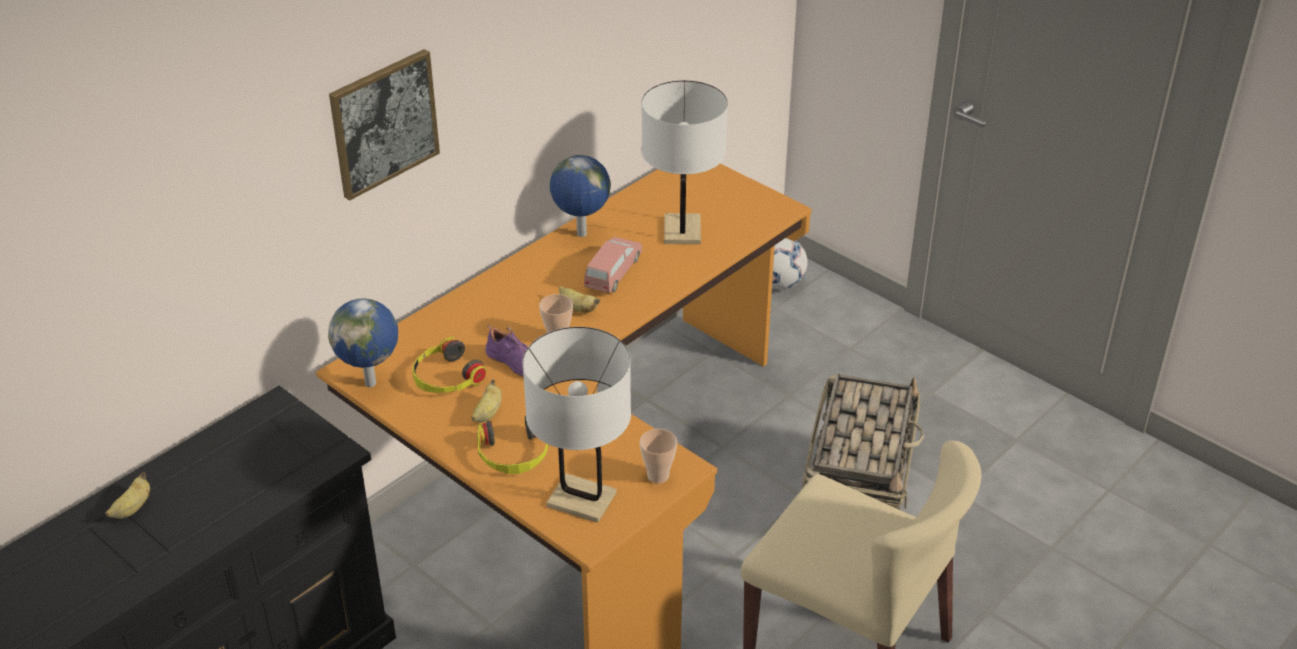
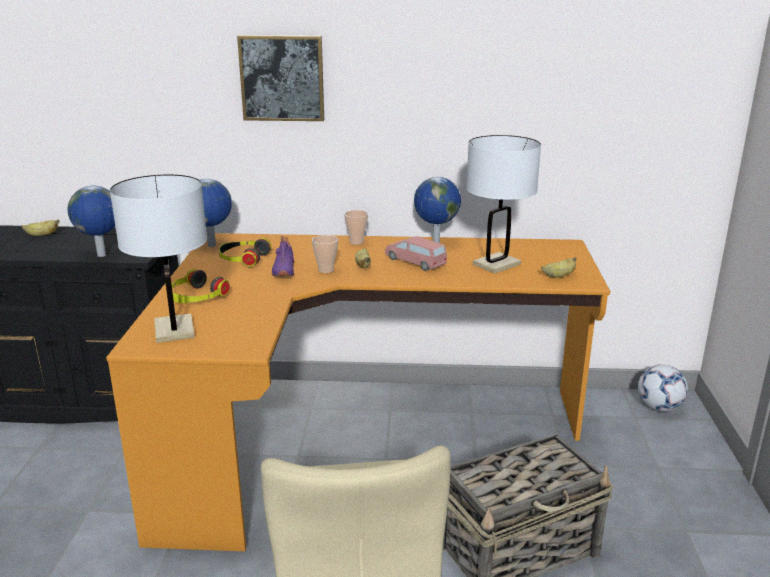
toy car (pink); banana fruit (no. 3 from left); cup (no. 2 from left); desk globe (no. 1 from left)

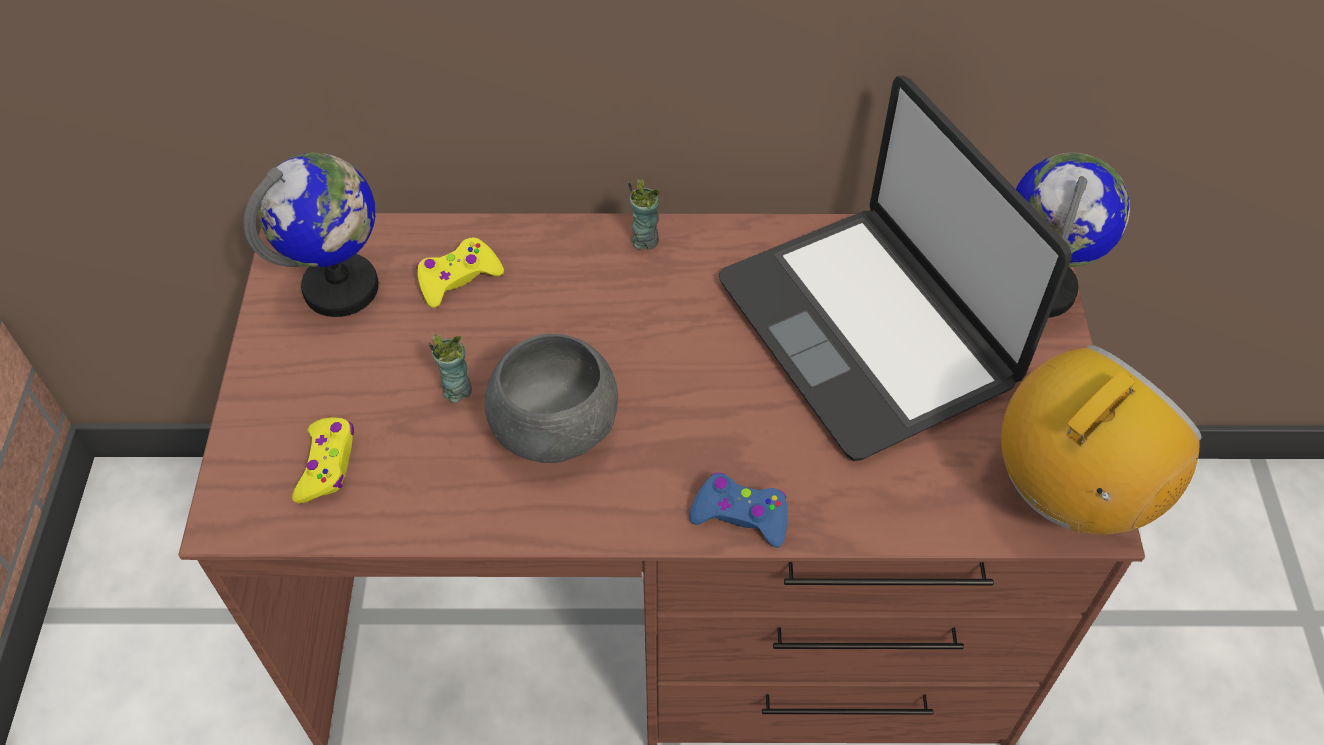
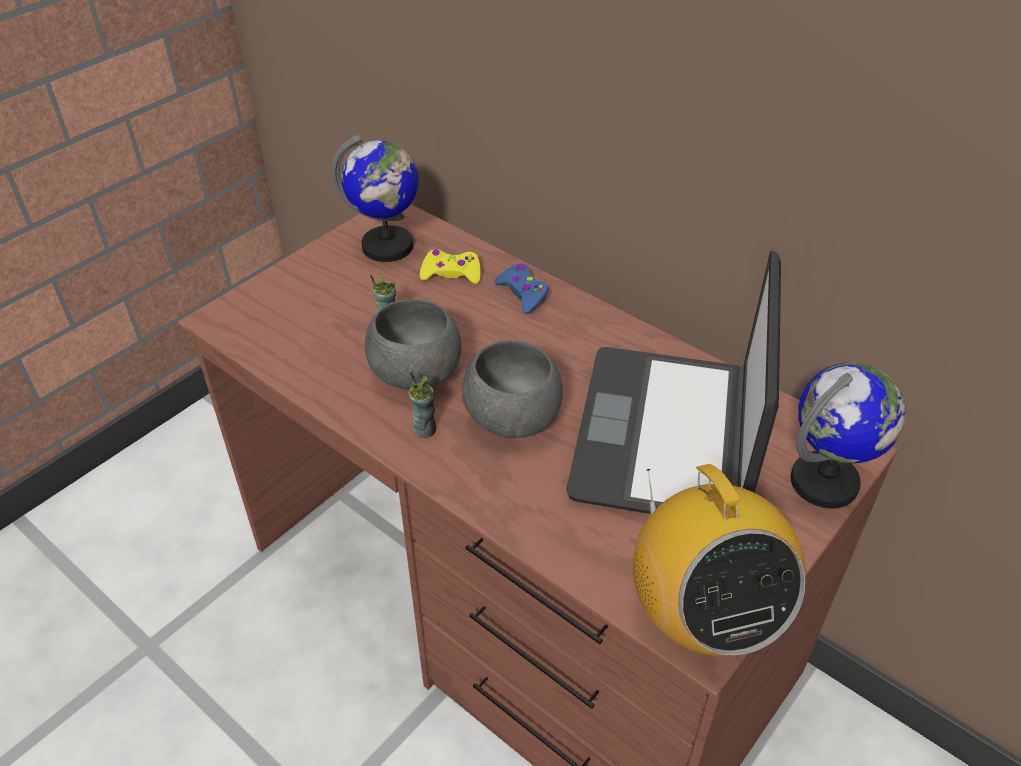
cup (no. 2 from left); radio set; gamepad (yellowish) (no. 1 from left in the first image); gamepad (bluish); bowl (grey) (no. 2 from left)

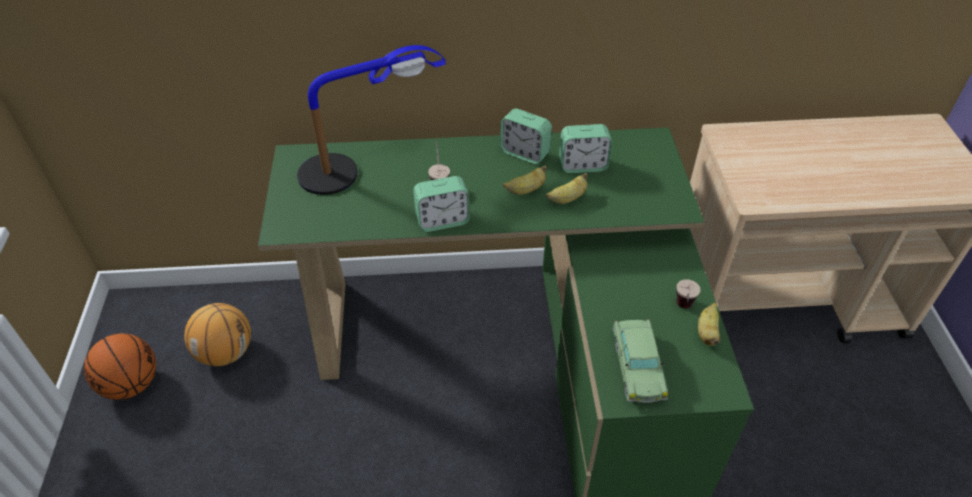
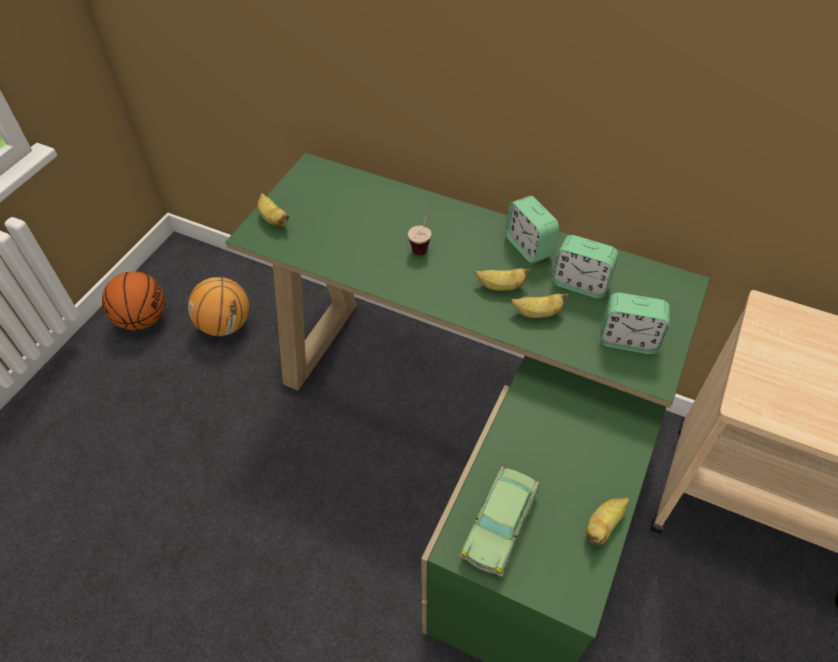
table lamp; bedside clock (no. 3 from left); cup (no. 2 from left in the first image); banana fruit (no. 1 from left)

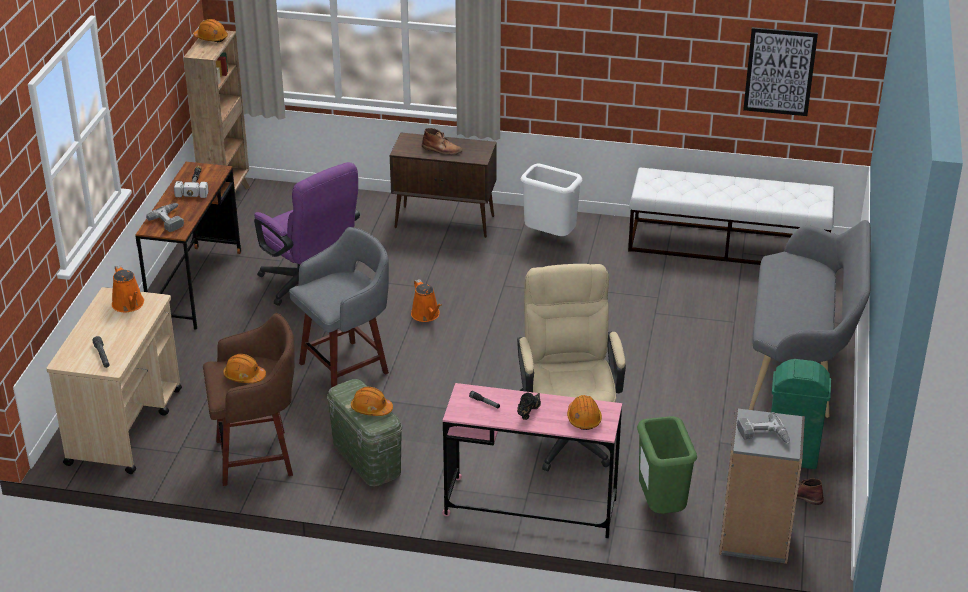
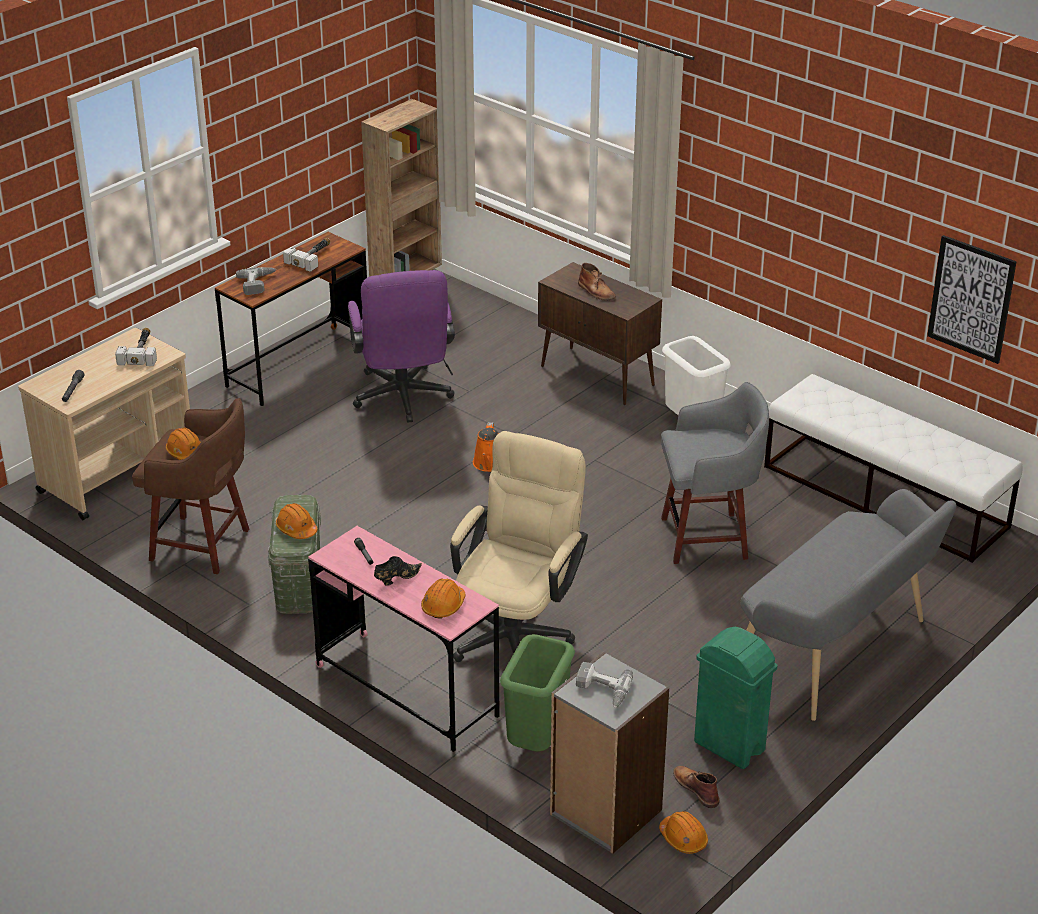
work helmet (orangey) (no. 4 from left); stool (grey); hammer (no. 1 from left)

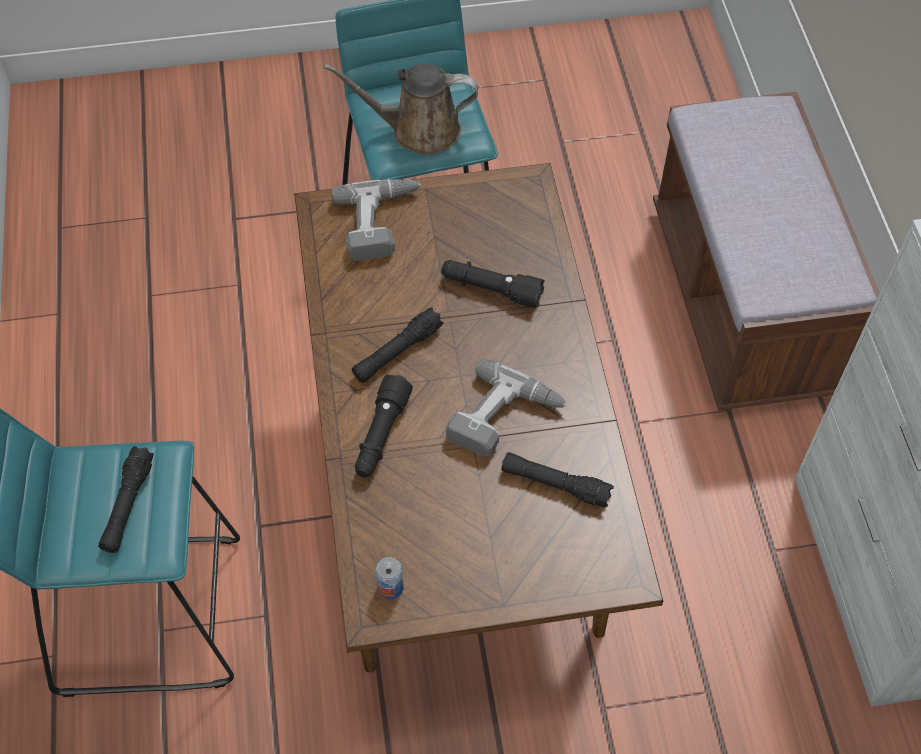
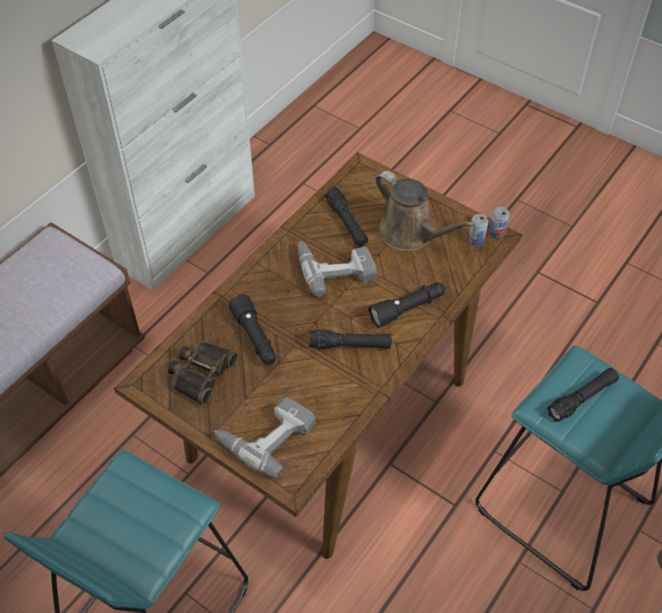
sprinkling can (brown-coloured); sealed can (no. 2 from left); field glasses

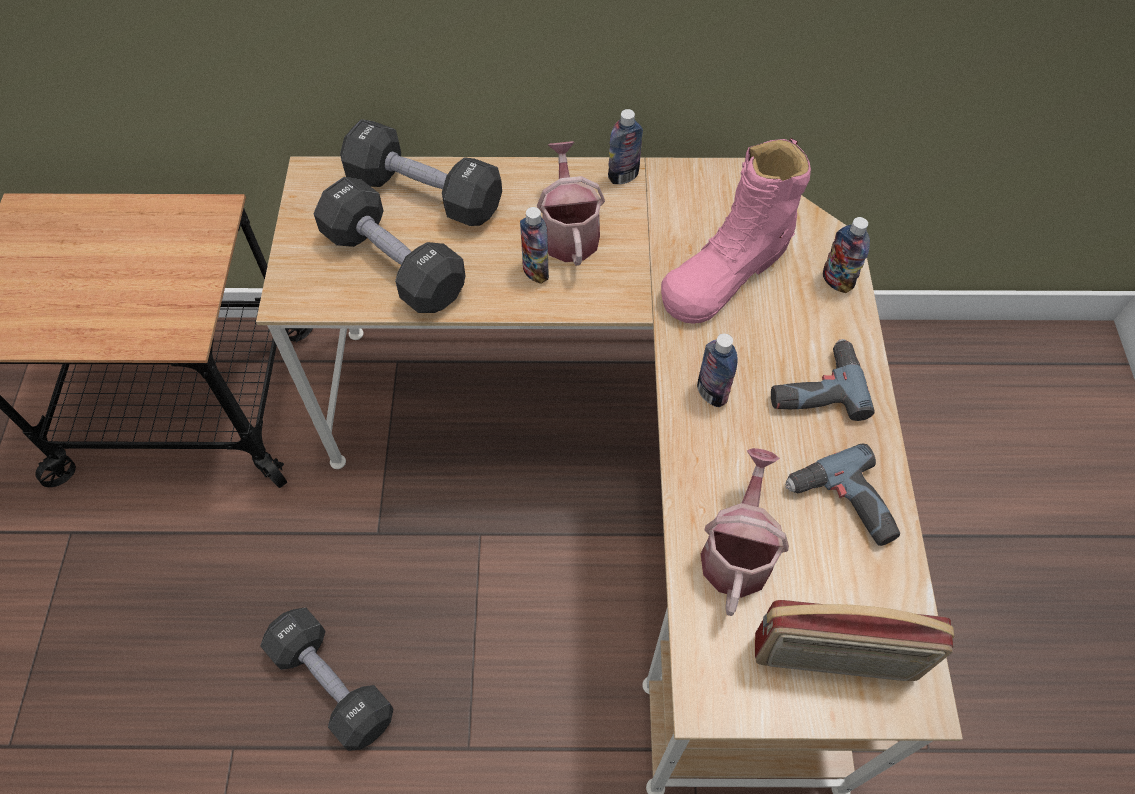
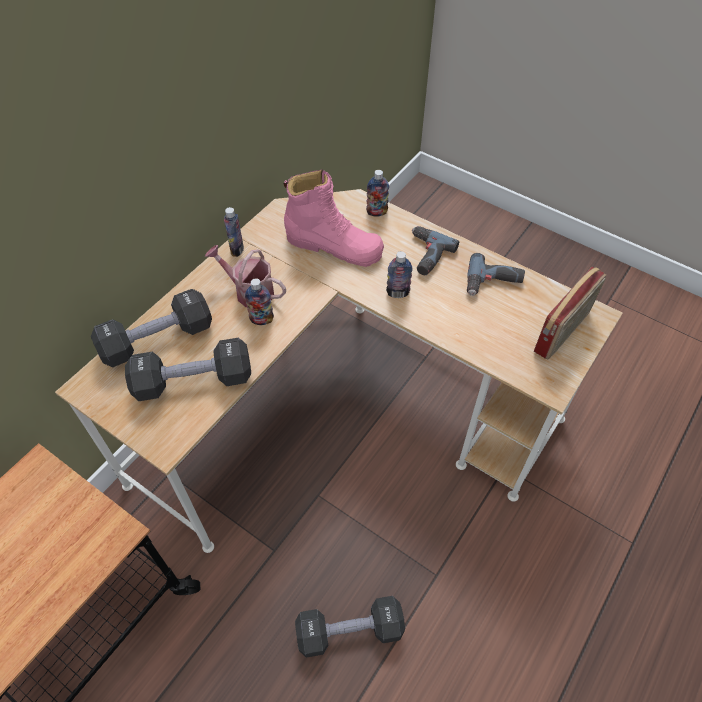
high-top boot (pink); sprinkling can (no. 2 from left in the first image)

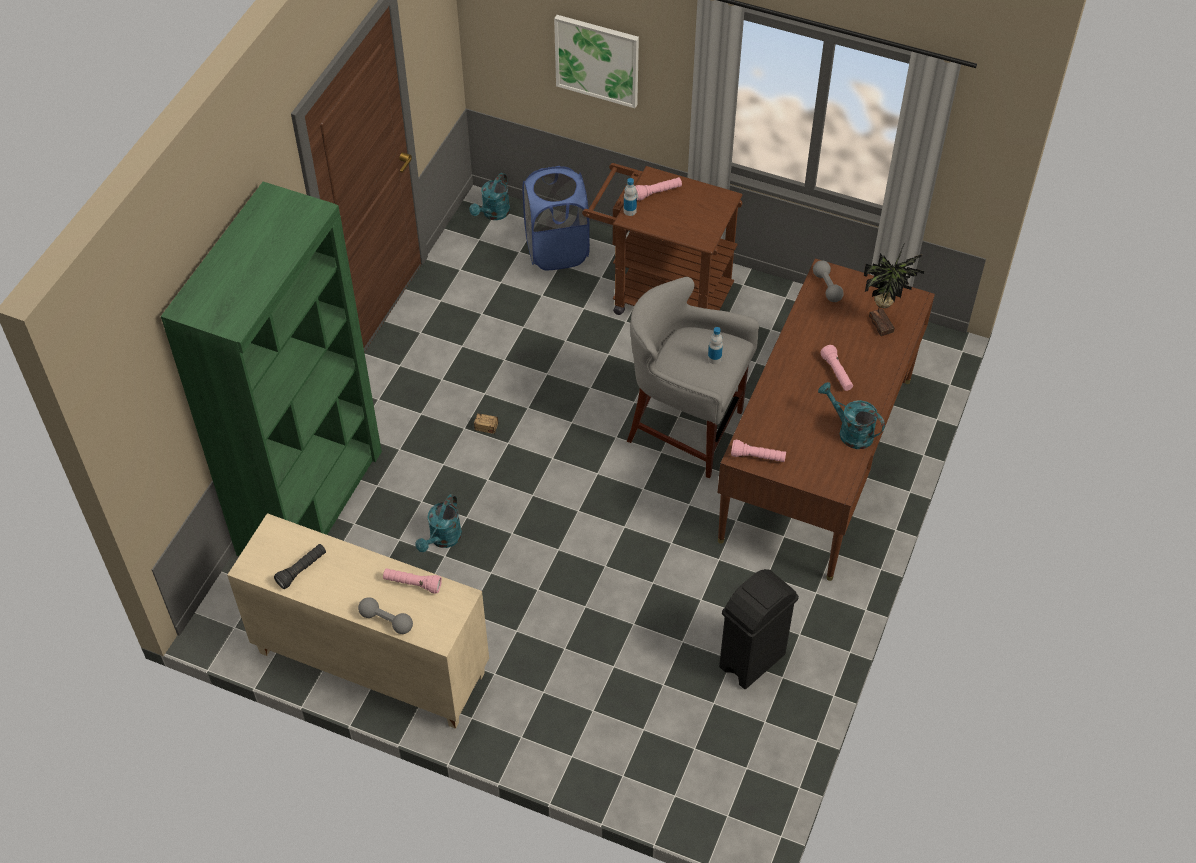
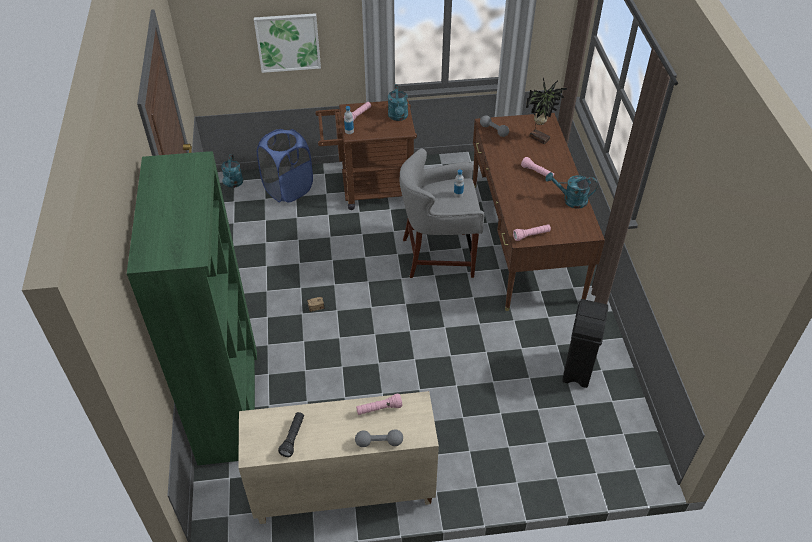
sprinkling can (turquoise) (no. 2 from left)

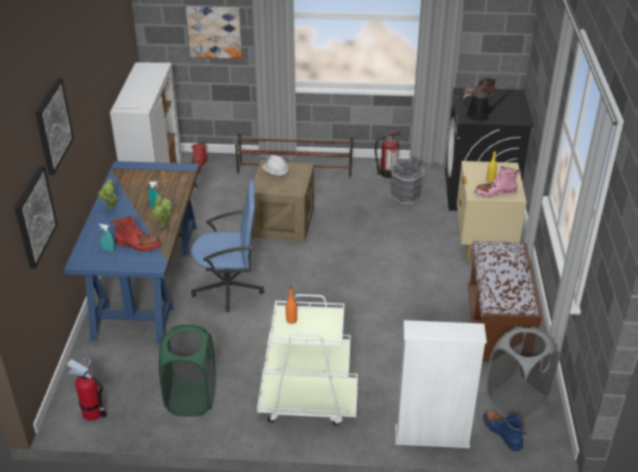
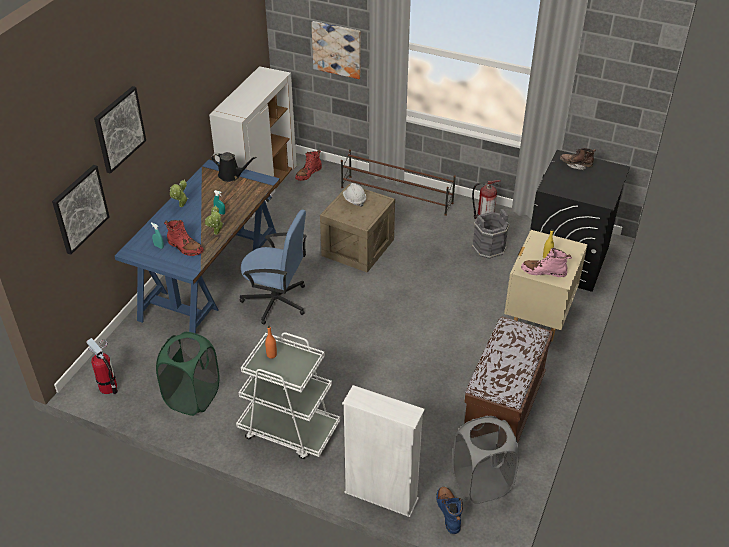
sprinkling can (black)

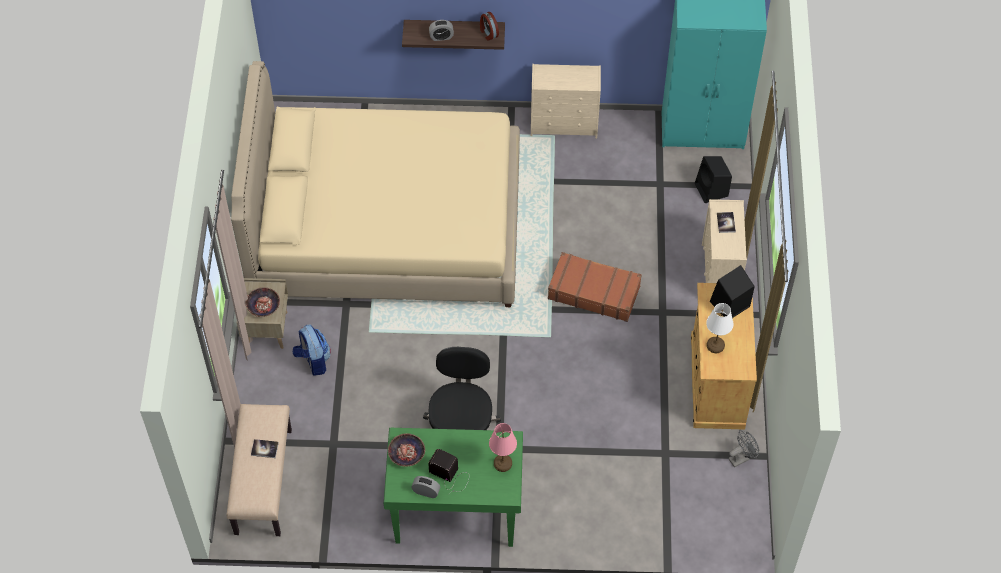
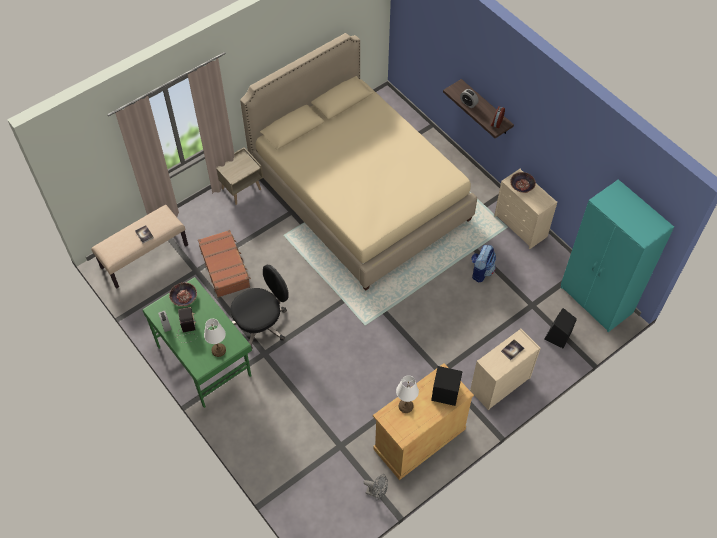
suitcase (brown-coloured); bowl (no. 2 from left); knapsack; table lamp (whitish) (no. 1 from left)

